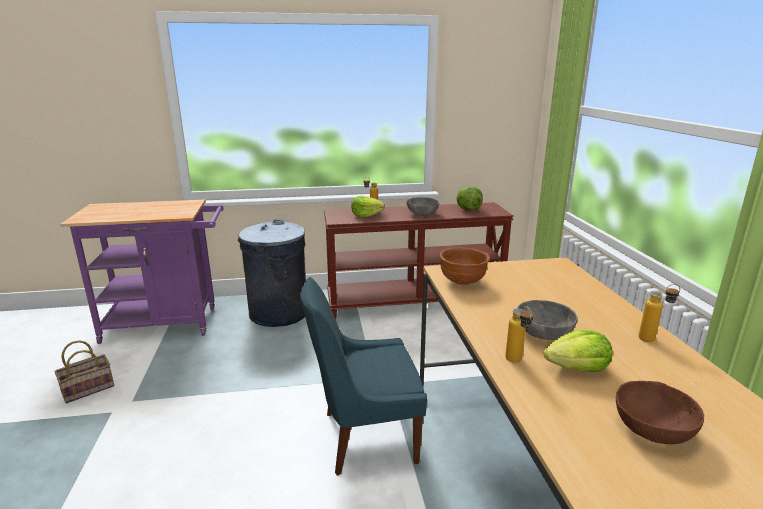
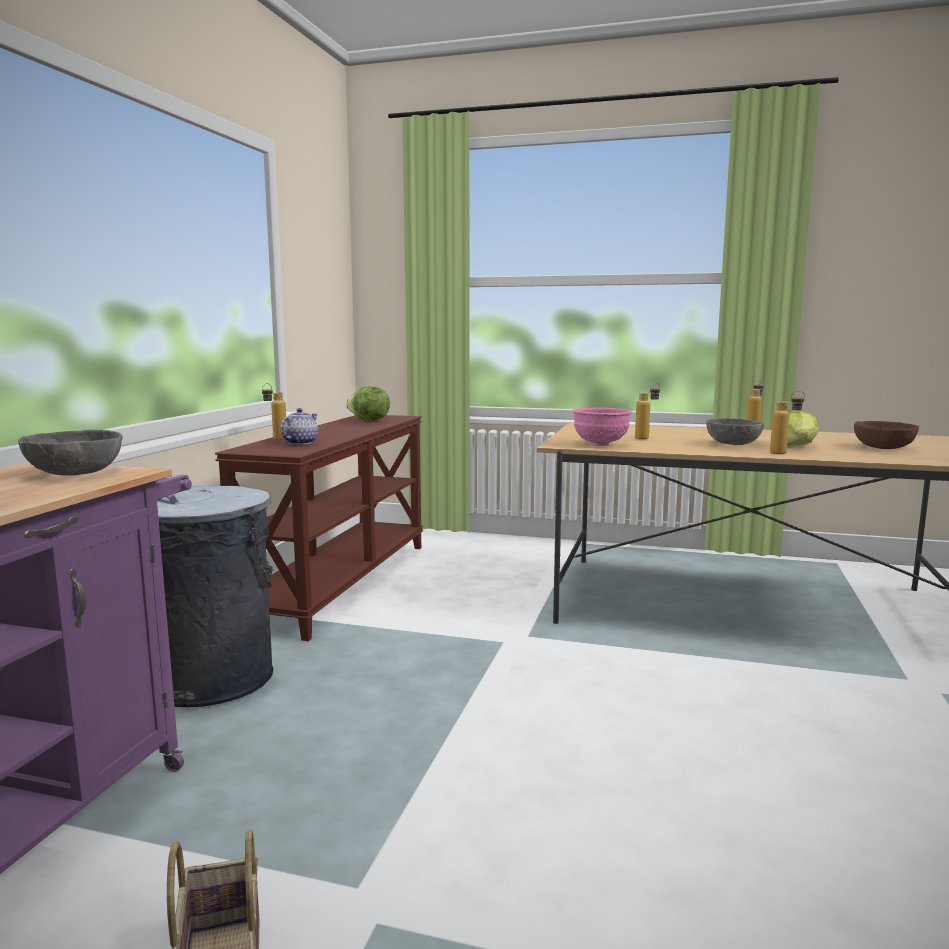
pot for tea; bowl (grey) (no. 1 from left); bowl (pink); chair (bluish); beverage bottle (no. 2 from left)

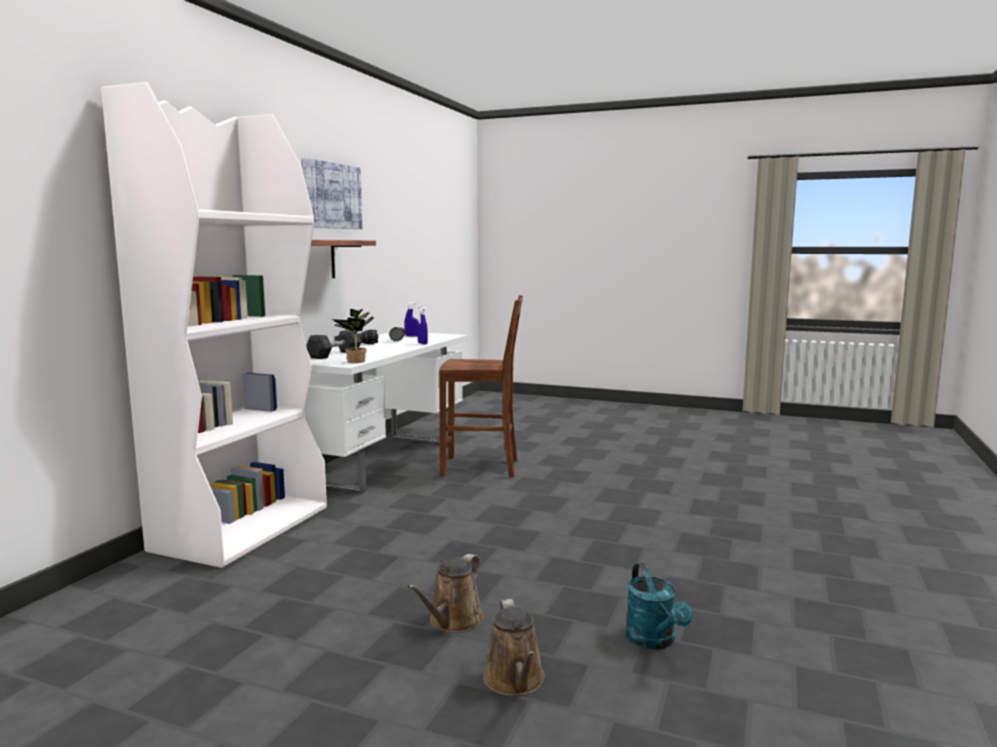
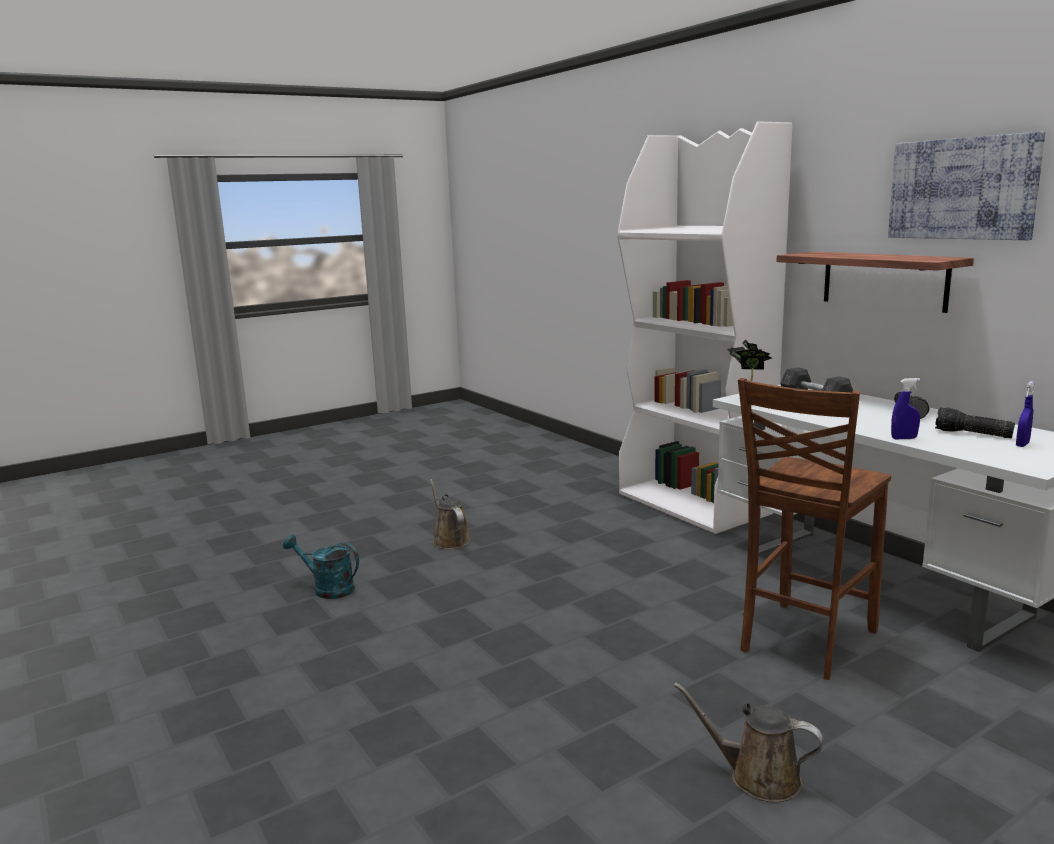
sprinkling can (brown-coloured) (no. 2 from left)

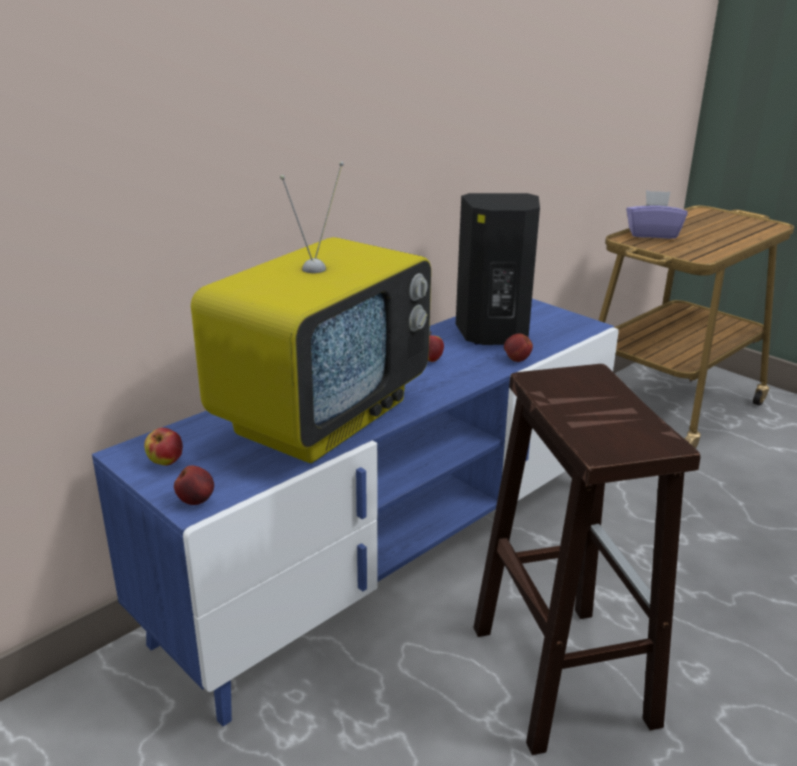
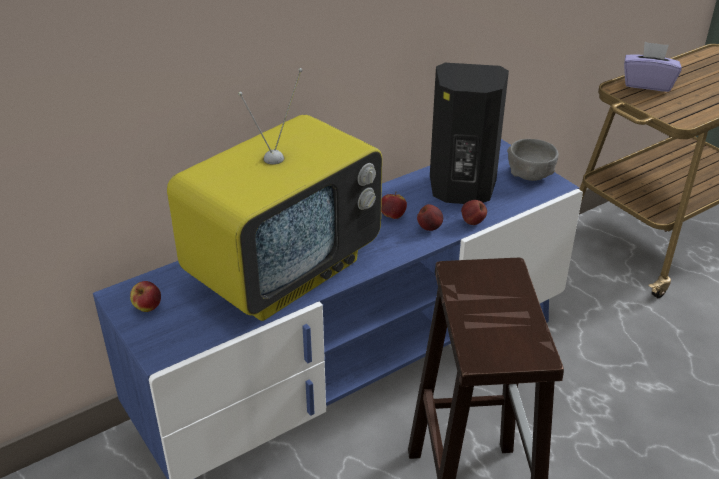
apple (no. 3 from left); bowl (grey)

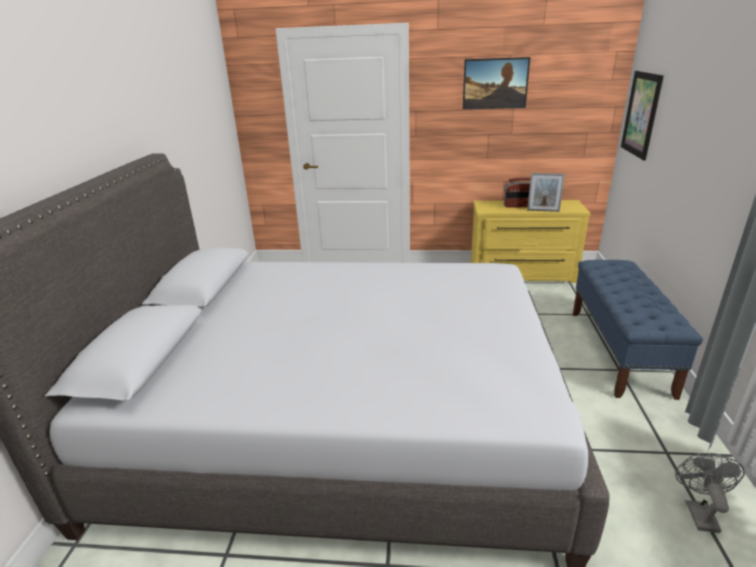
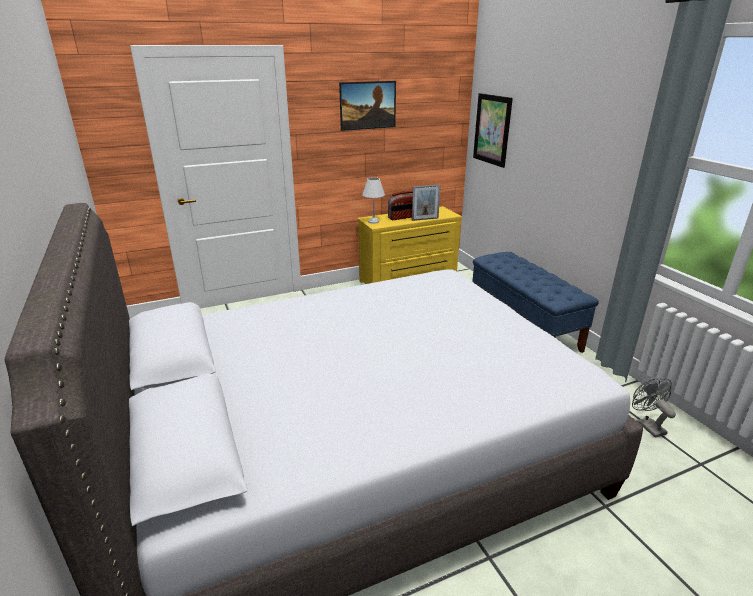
table lamp (whitish)

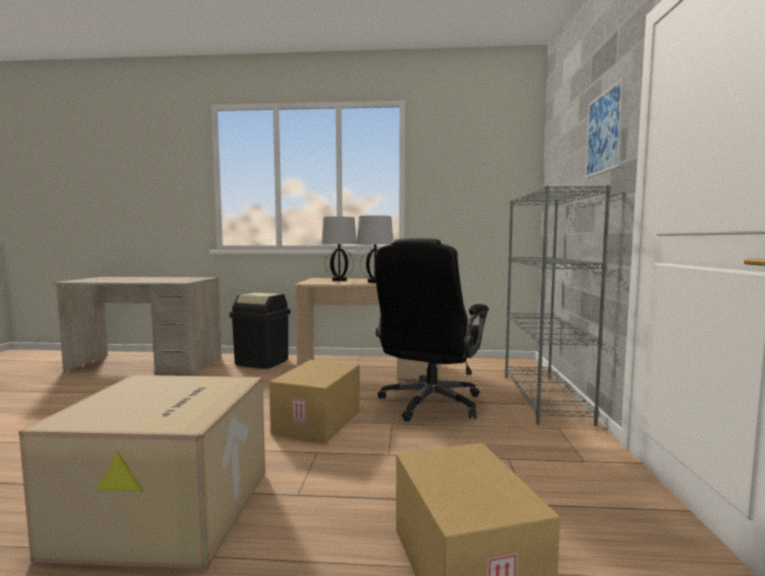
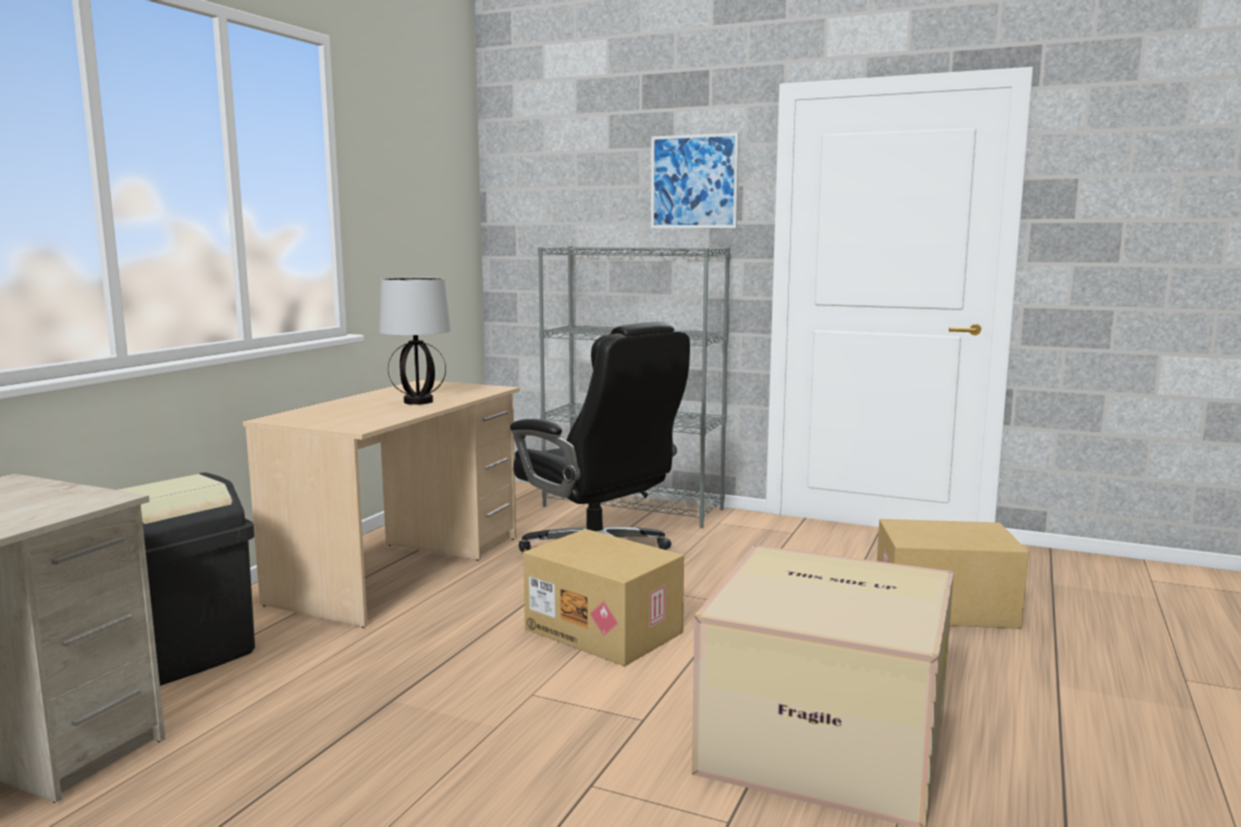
table lamp (no. 1 from left in the first image)

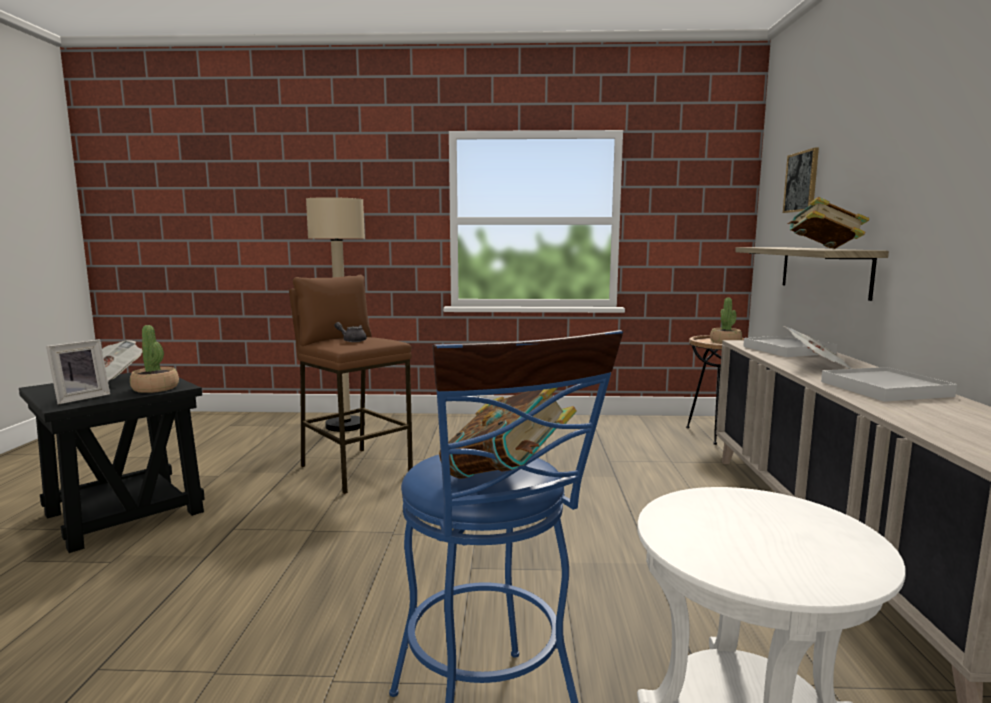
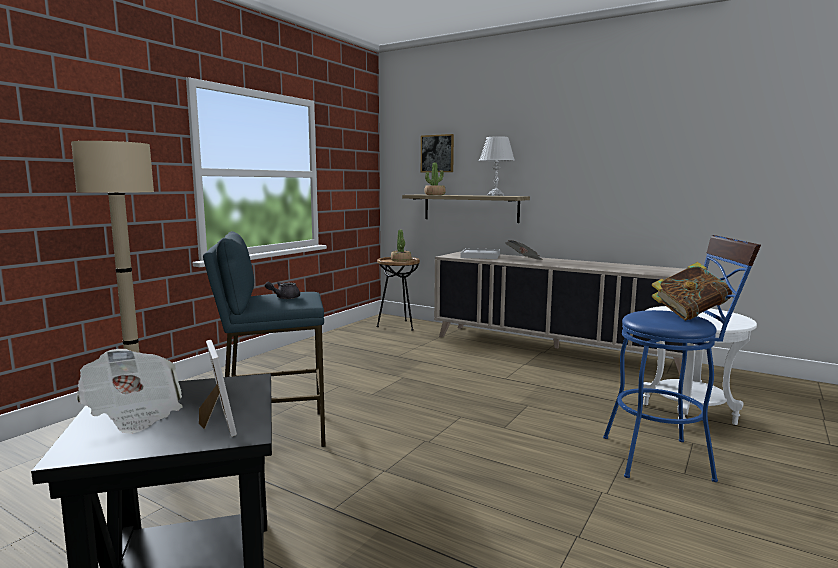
table lamp (whitish); stool (bluish) (no. 1 from left); potted plant (no. 2 from left); serving tray (whitish) (no. 2 from left in the first image)

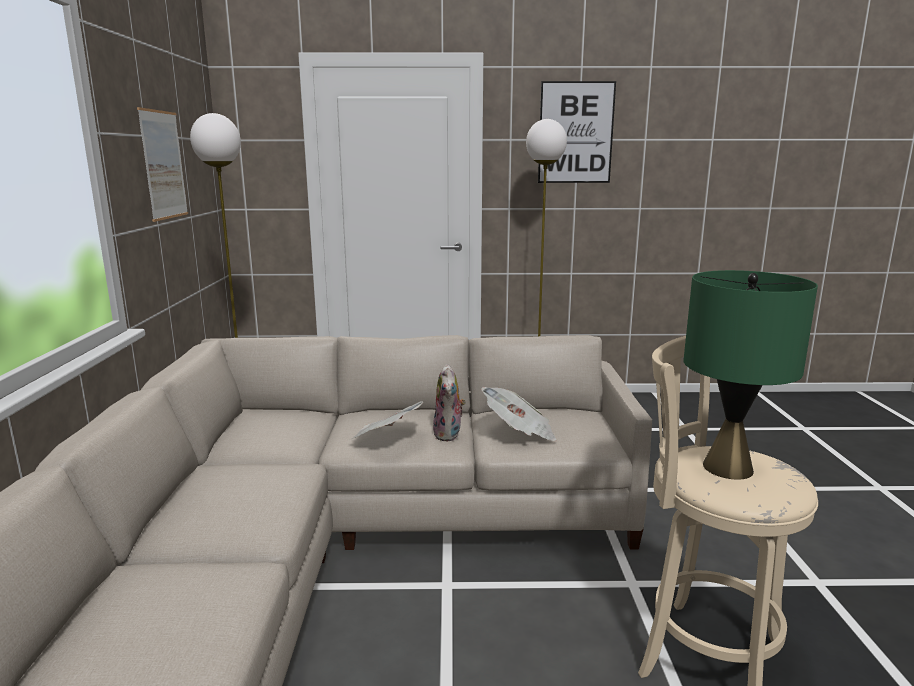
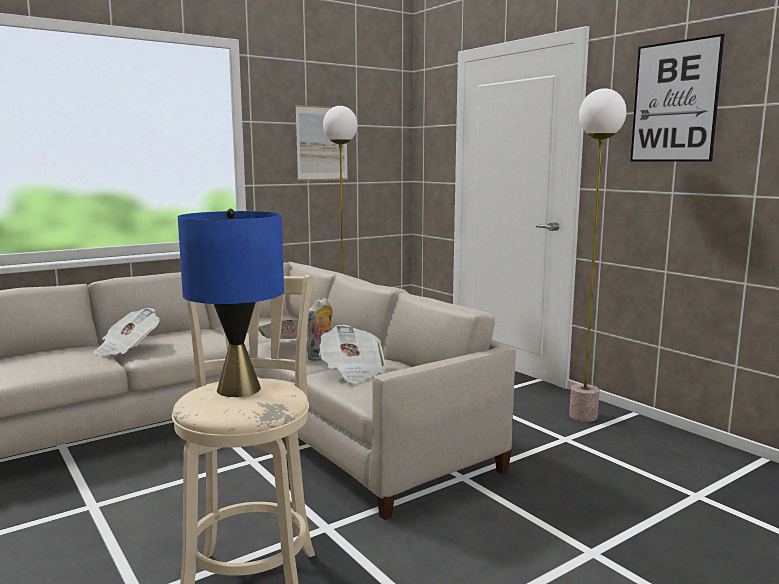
table lamp (bluish); printed paper (no. 1 from left)

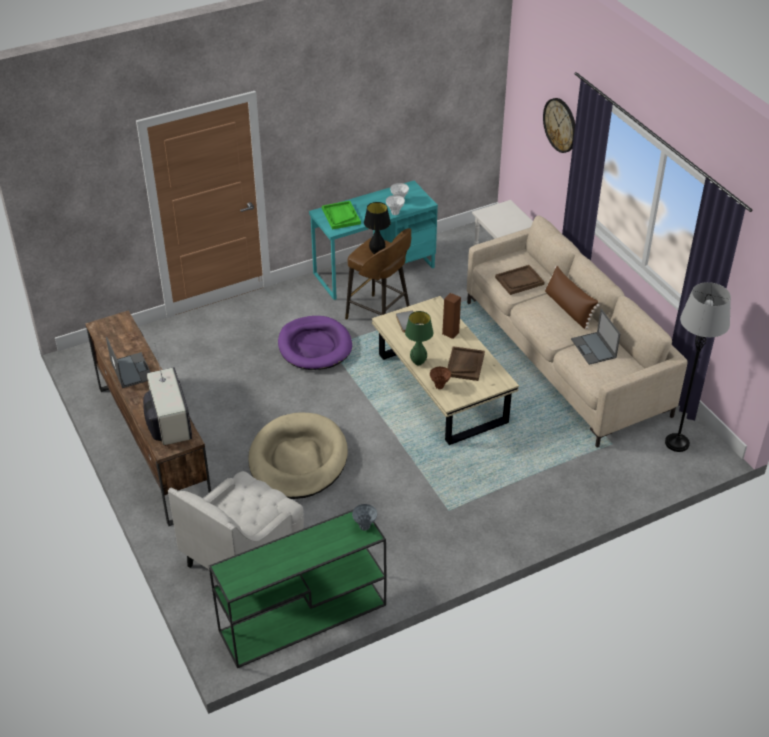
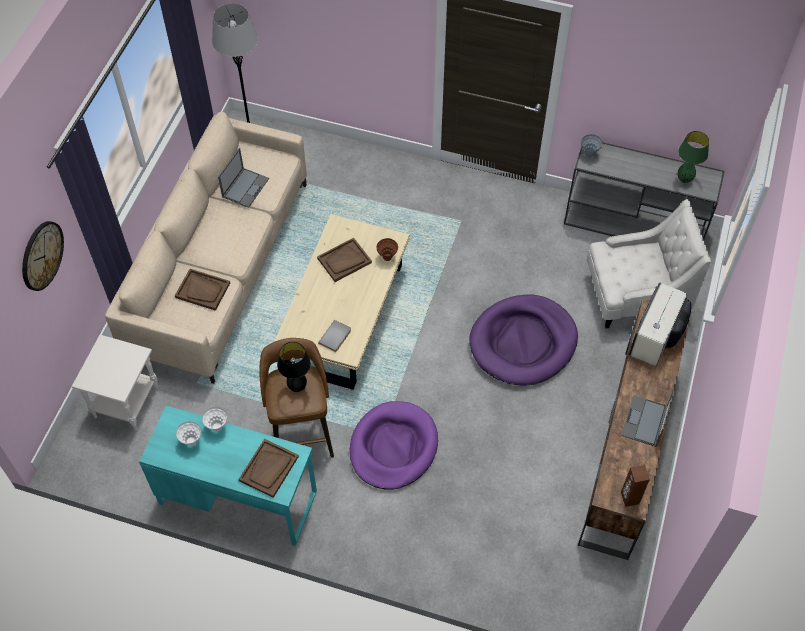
serving tray (brown-coloured) (no. 2 from left); throw pillow (brown-coloured); loudspeaker (brown-coloured); table lamp (green); pet bed (purple) (no. 2 from left); hall table (grey)

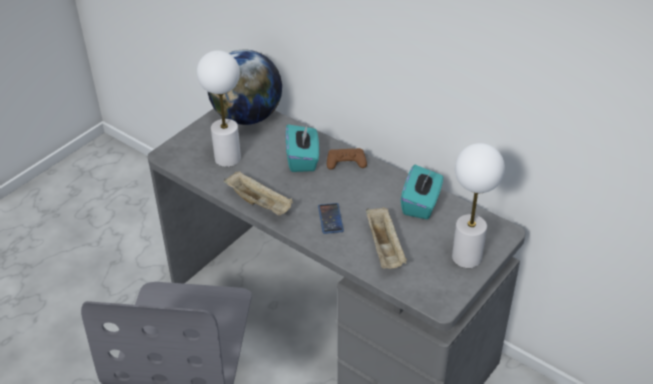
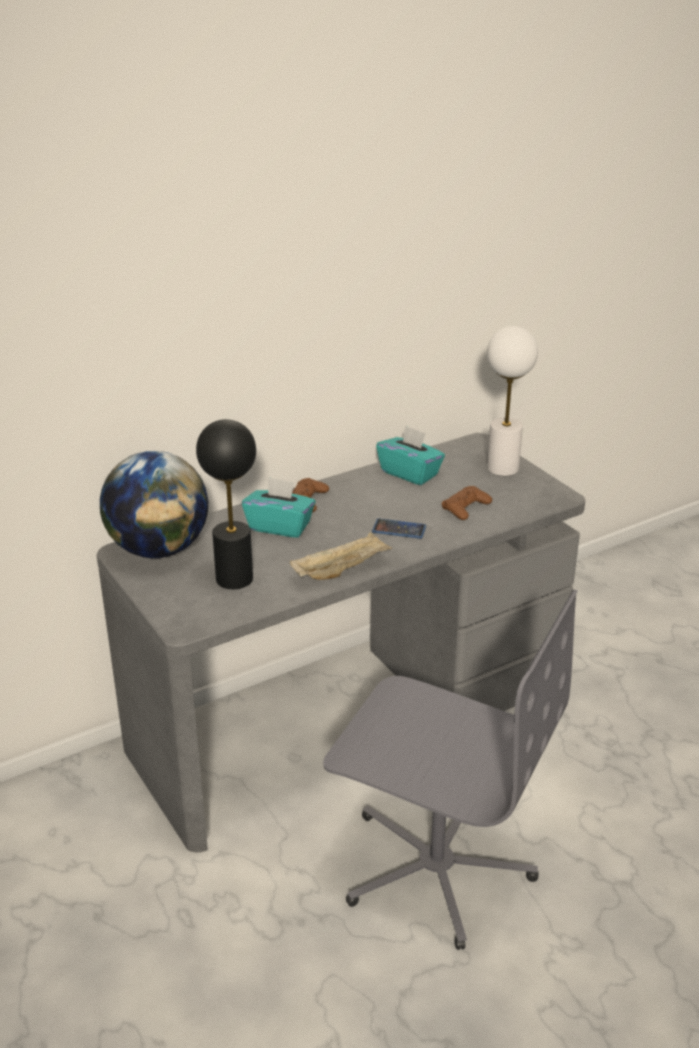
table lamp (black); gamepad (brown-coloured) (no. 2 from left)

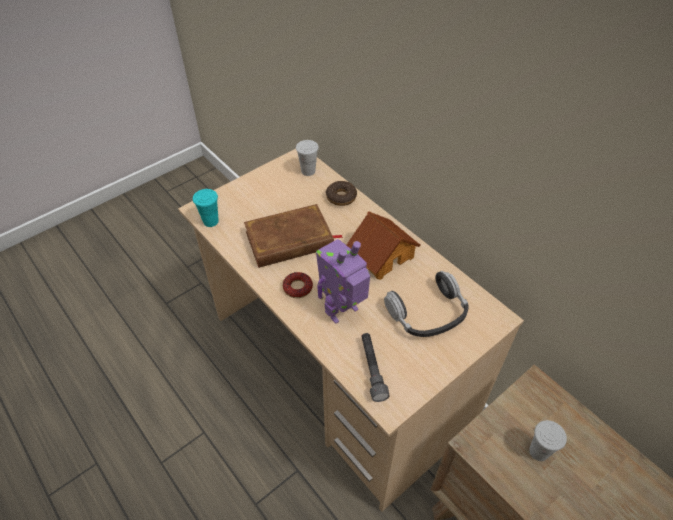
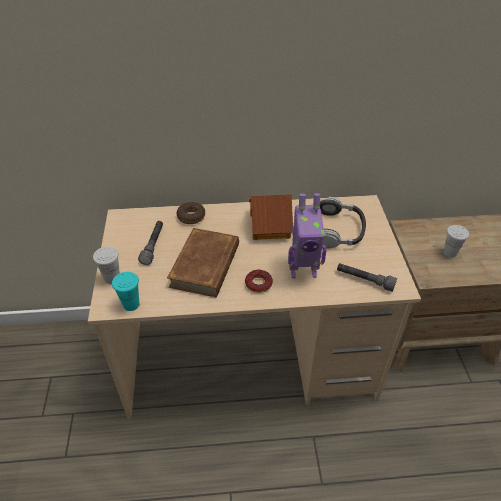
cup (whitish) (no. 1 from left); robot figure; torch (grey) (no. 1 from left)

